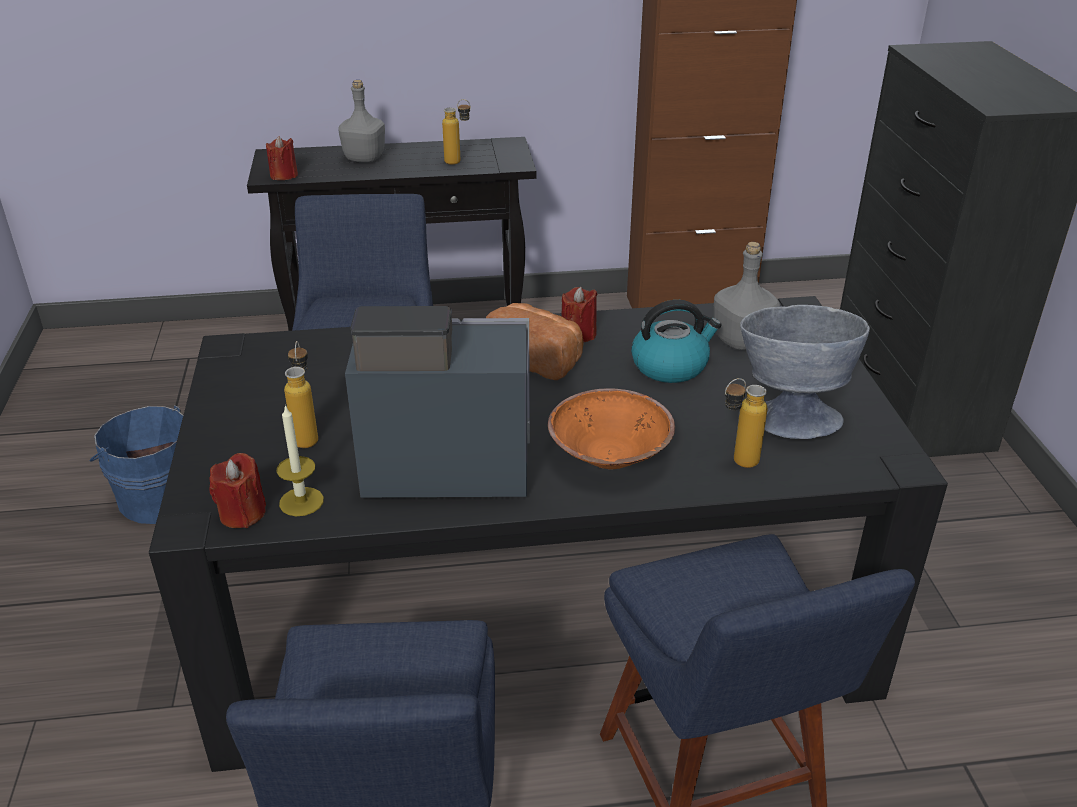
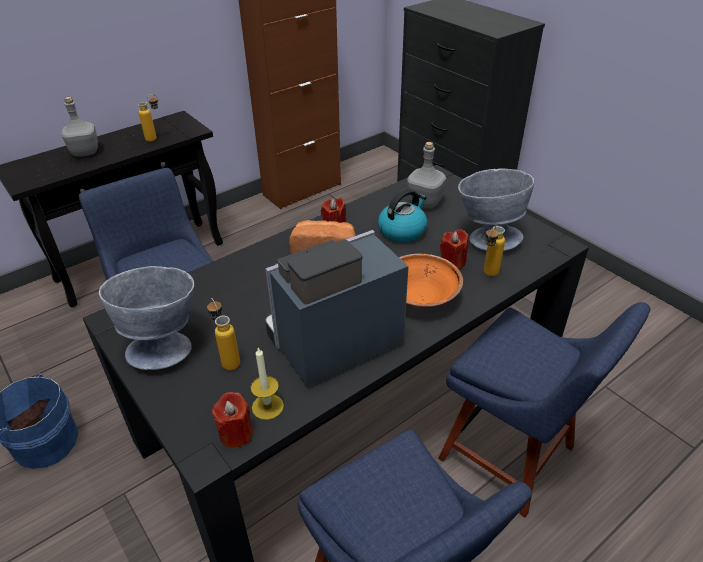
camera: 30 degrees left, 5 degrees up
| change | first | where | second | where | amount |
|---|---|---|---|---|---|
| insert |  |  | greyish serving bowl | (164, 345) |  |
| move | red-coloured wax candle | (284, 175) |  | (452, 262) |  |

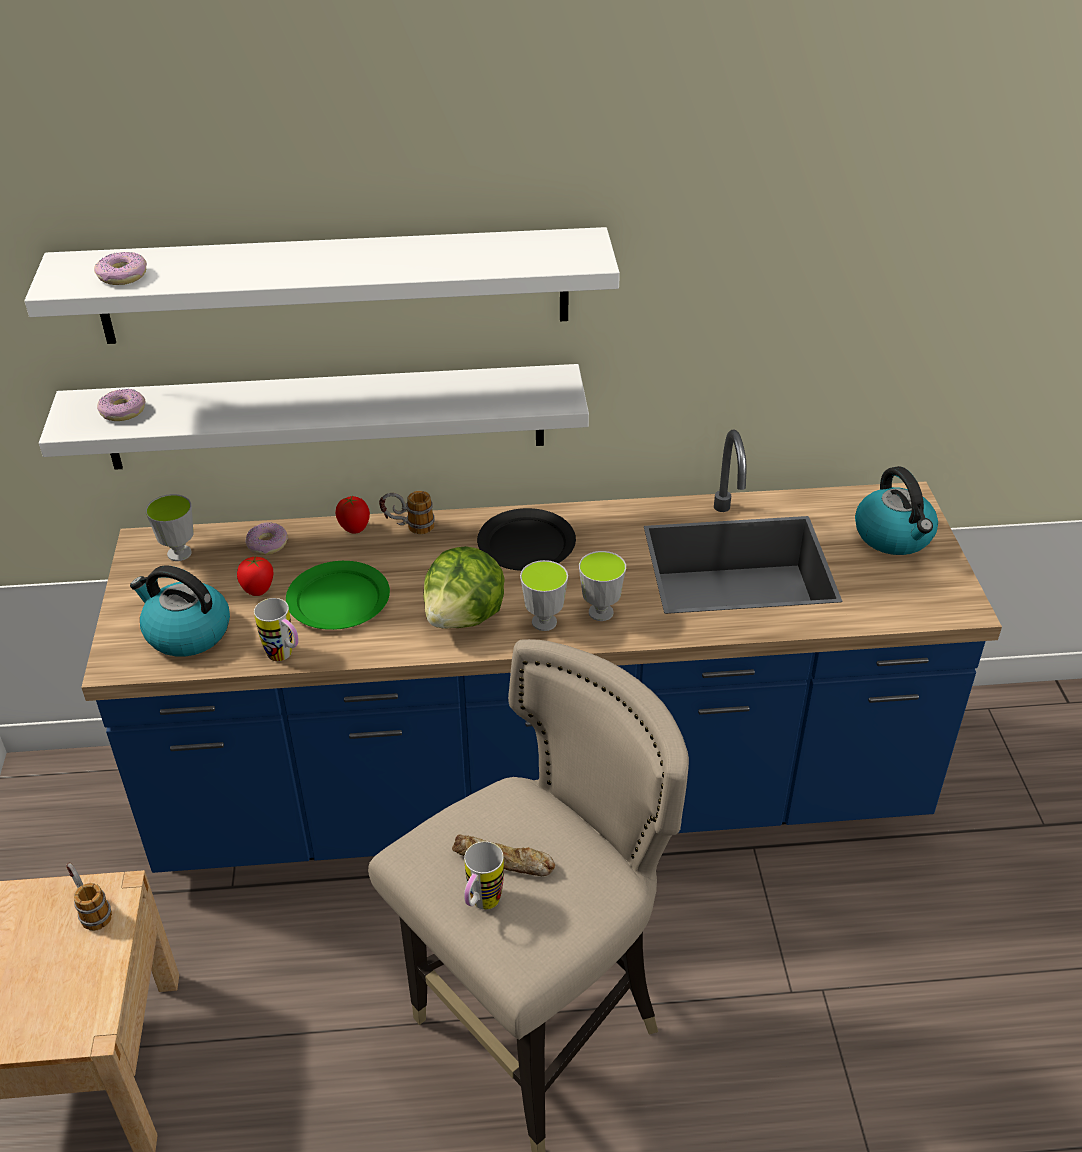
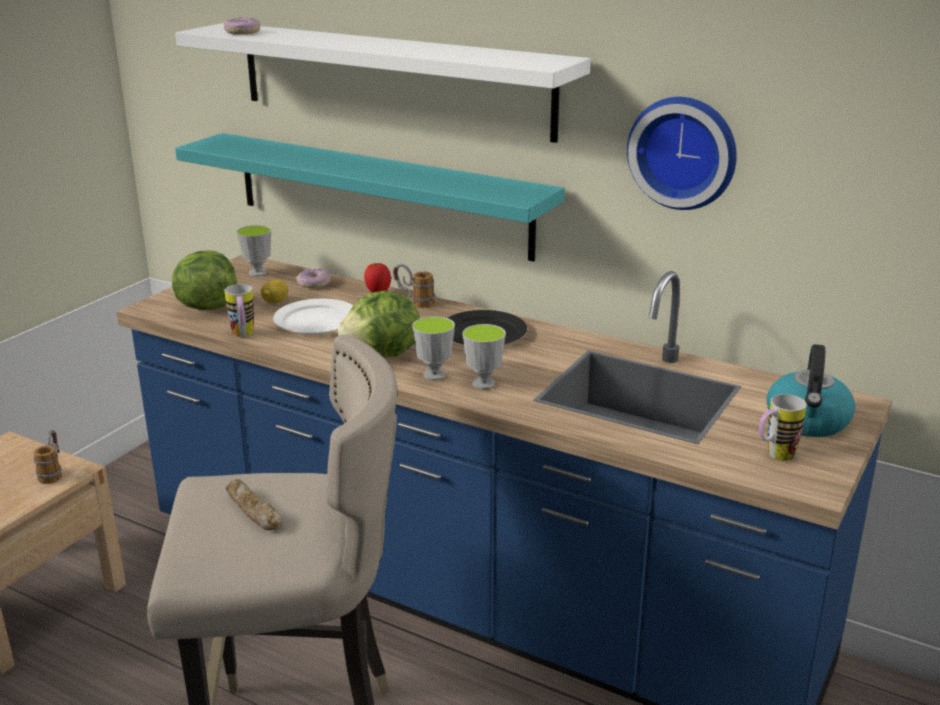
camera: 35 degrees right, 15 degrees down
| change | first | where | second | where | amount |
|---|---|---|---|---|---|
| delete | ring doughnut | (122, 411) |  |  |  |
| insert |  |  | hanging clock | (684, 151) |  |
| move | tea mug | (481, 905) |  | (774, 456) |  |
| replace | kettle | (186, 633) | lettuce head | (206, 307) |  |
| replace | whole tomato | (258, 591) | whole lemon | (275, 302) |  |
| recolor | whitish bracket shelf | (326, 417) | blue-green bracket shelf | (380, 194) |  |
| recolor | green-coloured dinner plate | (339, 600) | whitish dinner plate | (316, 321) |  |

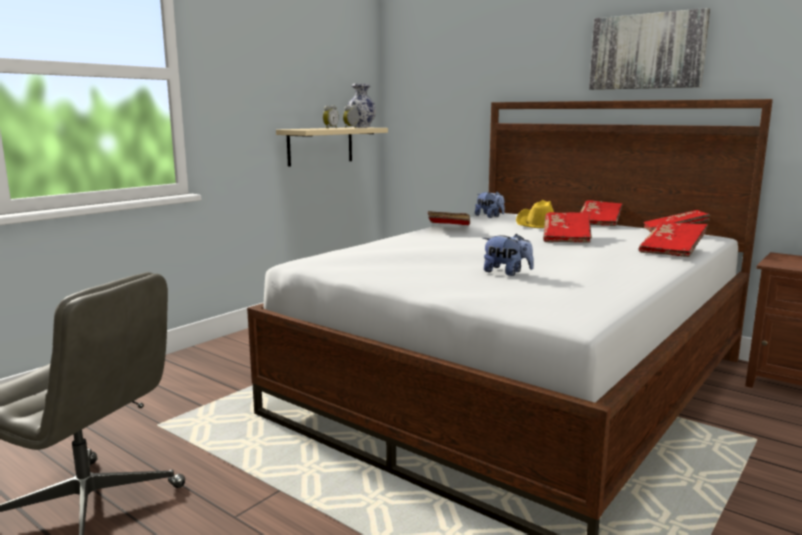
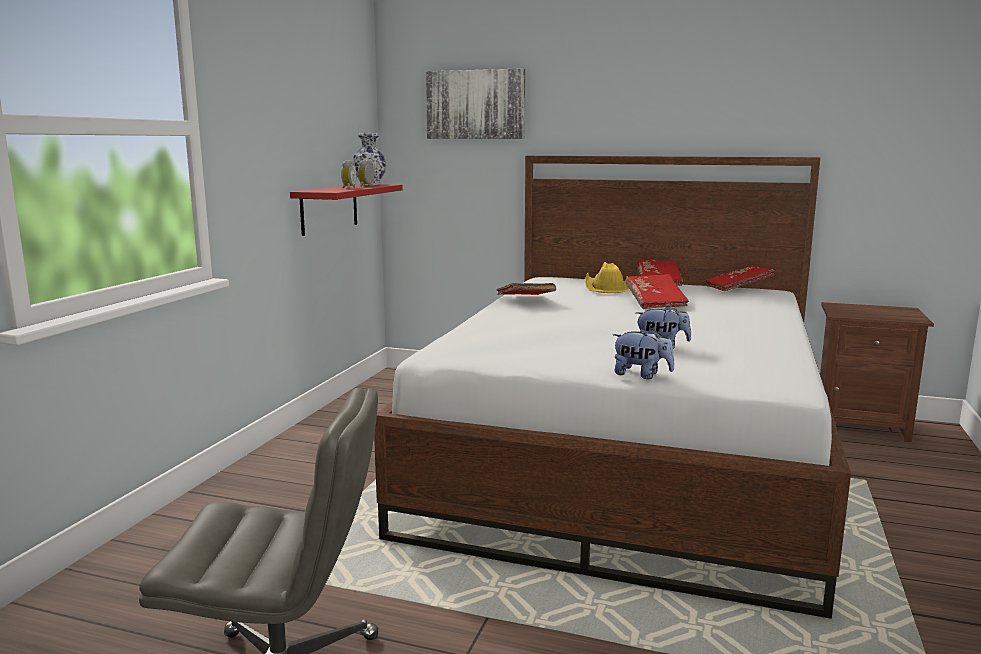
camera: 20 degrees left, 0 degrees up
| change | first | where | second | where | amount |
|---|---|---|---|---|---|
| delete | red-coloured volume | (672, 250) |  |  |  |
| move | plush toy | (489, 216) |  | (641, 375) |  |
| move | wall picture | (647, 51) |  | (475, 104) |  |
| recolor | beige-coloured bracket shelf | (320, 146) | red-coloured bracket shelf | (329, 208) |  |

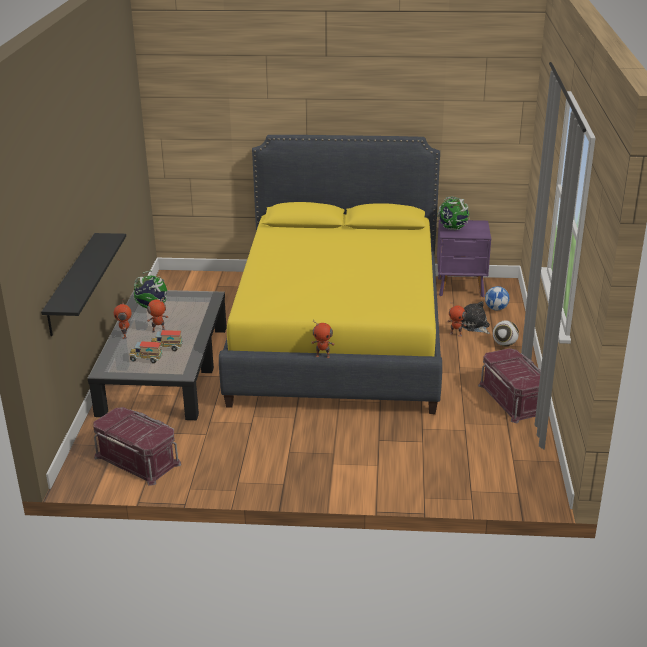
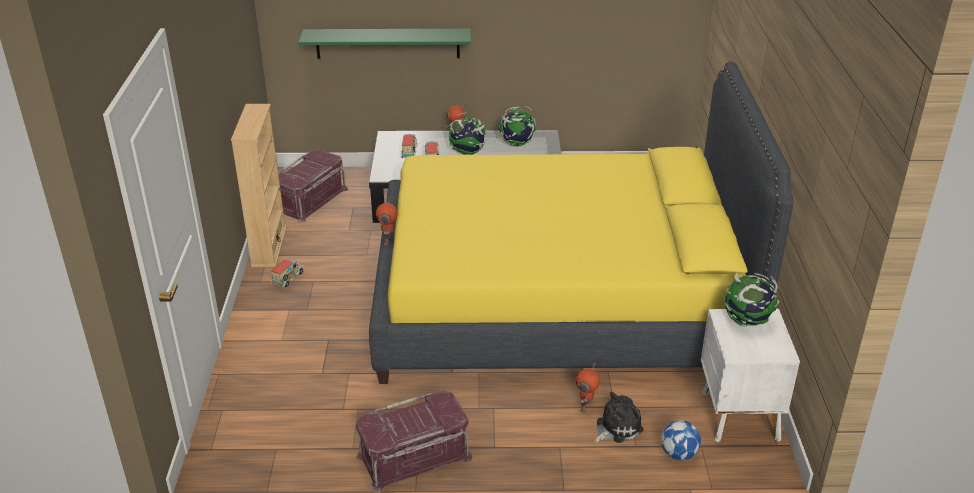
camera: 85 degrees right, 5 degrees up
| change | first | where | second | where | amount |
|---|---|---|---|---|---|
| delete | football ball | (504, 344) |  |  |  |
| insert |  |  | beige-coloured shelving unit | (269, 246) |  |
| insert |  |  | model truck | (288, 279) |  |
| replace | robot figure | (158, 330) | desk globe | (467, 153) |  |
| recolor | black-coloured bracket shelf | (72, 284) | green-coloured bracket shelf | (387, 43) |  |
| recolor | purple bedside table | (461, 288) | whitish bedside table | (738, 416) |  |

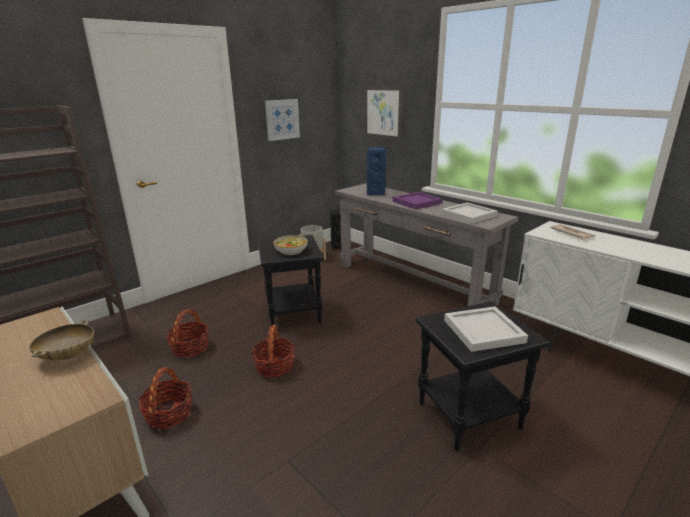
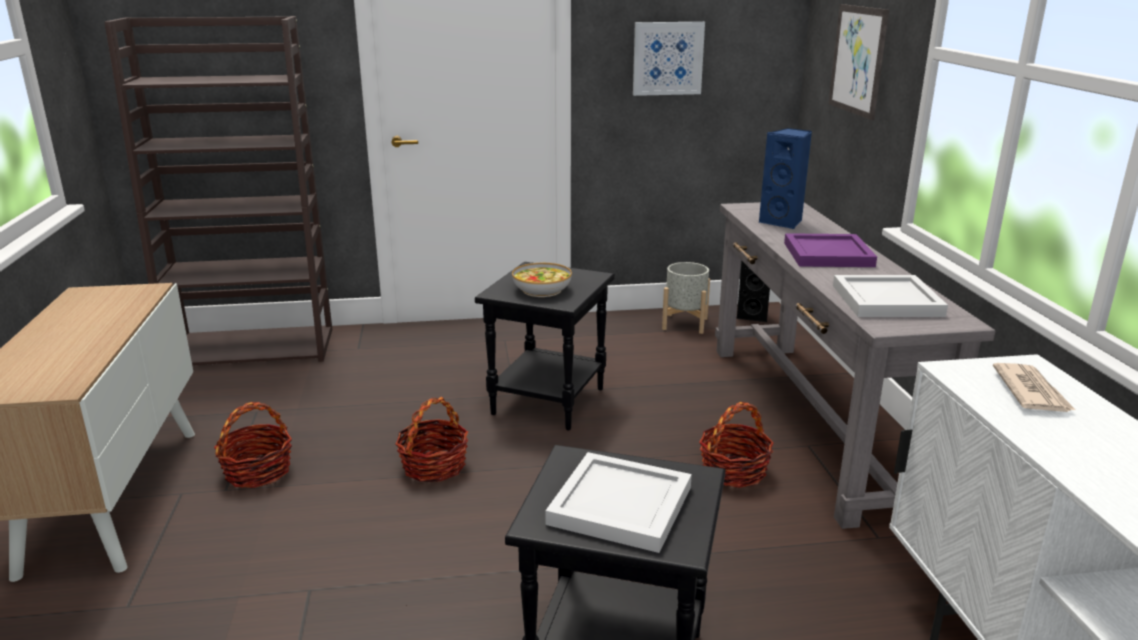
camera: 35 degrees right, 0 degrees up
| change | first | where | second | where | amount |
|---|---|---|---|---|---|
| delete | beige-coloured serving bowl | (67, 355) |  |  |  |
| move | household basket | (190, 348) |  | (733, 471) |  |

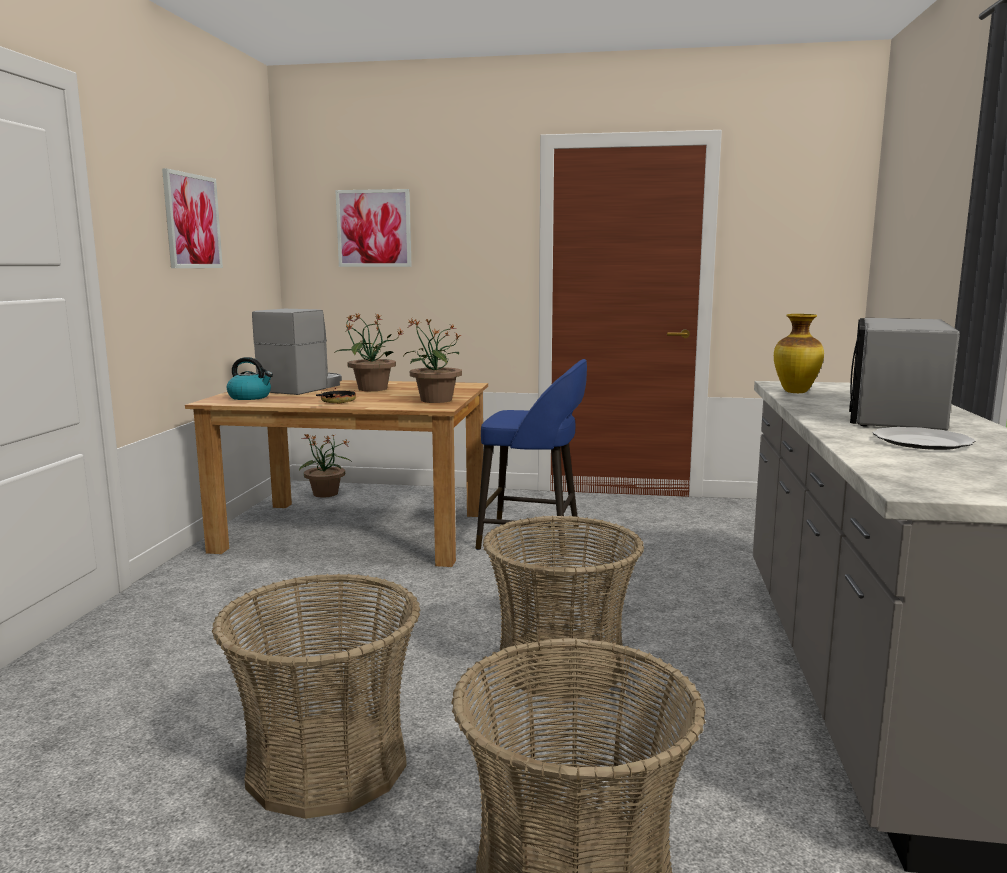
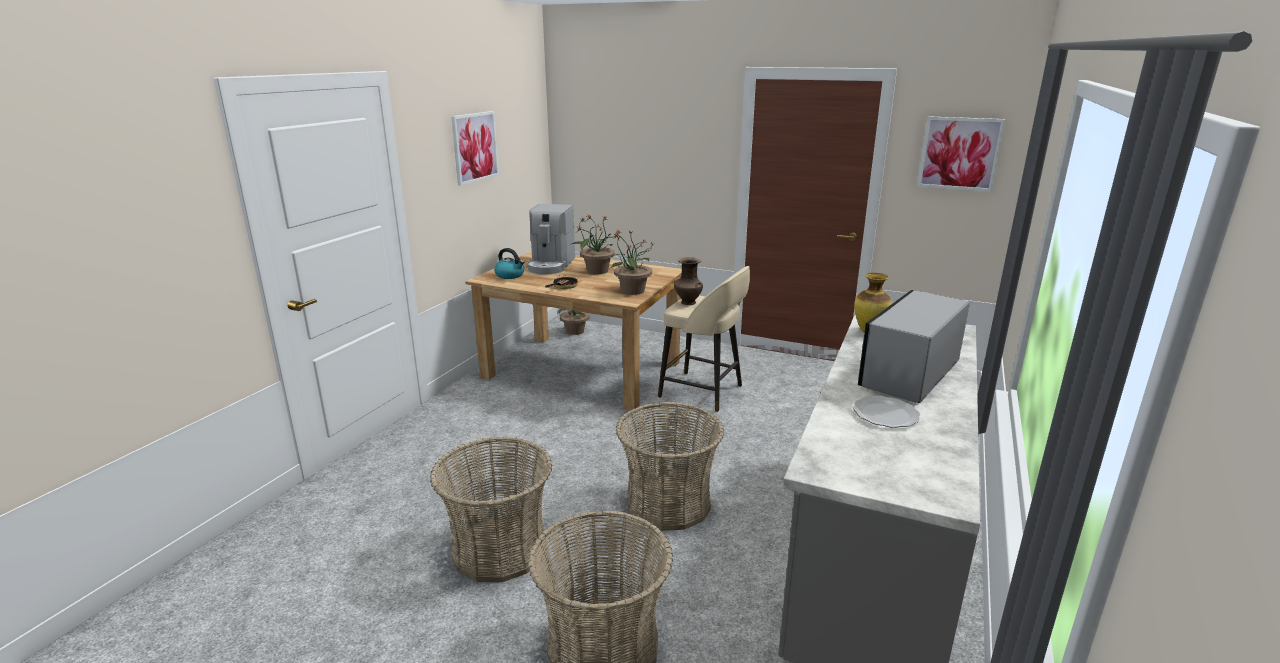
camera: 15 degrees right, 10 degrees up
| change | first | where | second | where | amount |
|---|---|---|---|---|---|
| insert |  |  | brown-coloured decorative vase | (687, 302) |  |
| move | wall picture | (374, 228) |  | (959, 153) |  |
| recolor | bluish stool seat | (533, 539) | beige-coloured stool seat | (703, 392) |  |
| rotate | coffee brewer | (303, 387) |  | (551, 265) | 150 degrees clockwise |

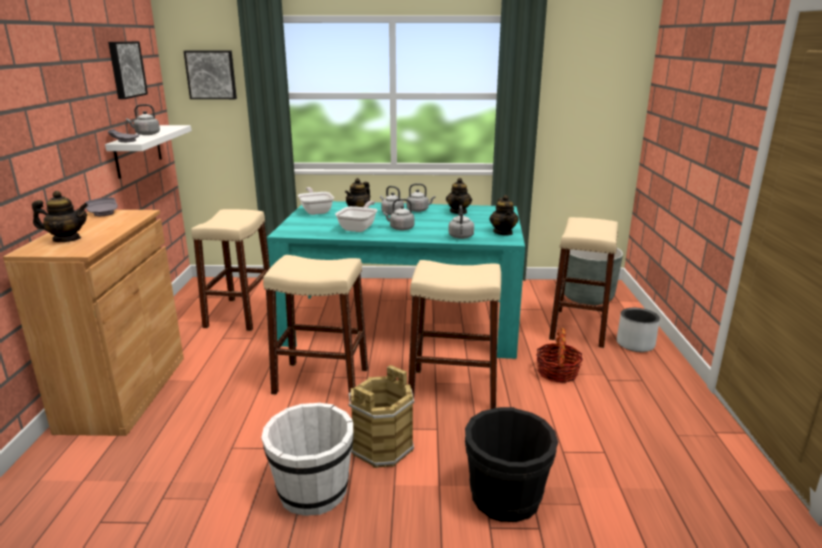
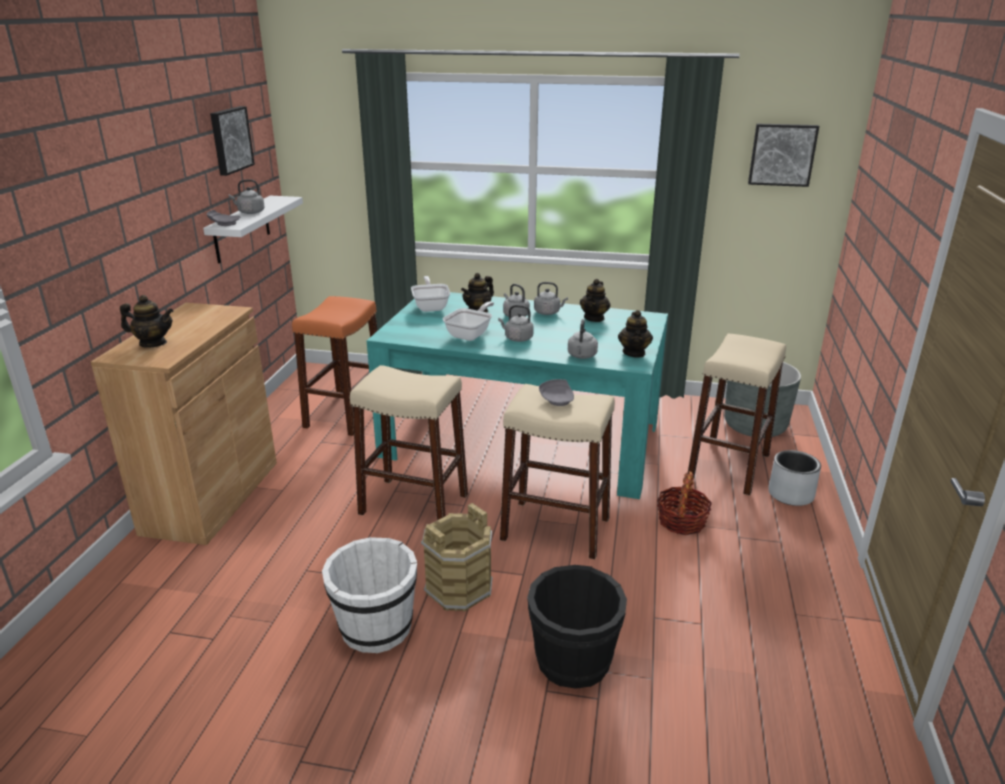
camera: 10 degrees right, 5 degrees up
| change | first | where | second | where | amount |
|---|---|---|---|---|---|
| move | greyish dinner plate | (104, 213) |  | (558, 400) |  |
| move | wall picture | (211, 75) |  | (782, 154) |  |
| recolor | beige-coloured stool seat | (240, 314) | orange-coloured stool seat | (345, 414) |  |

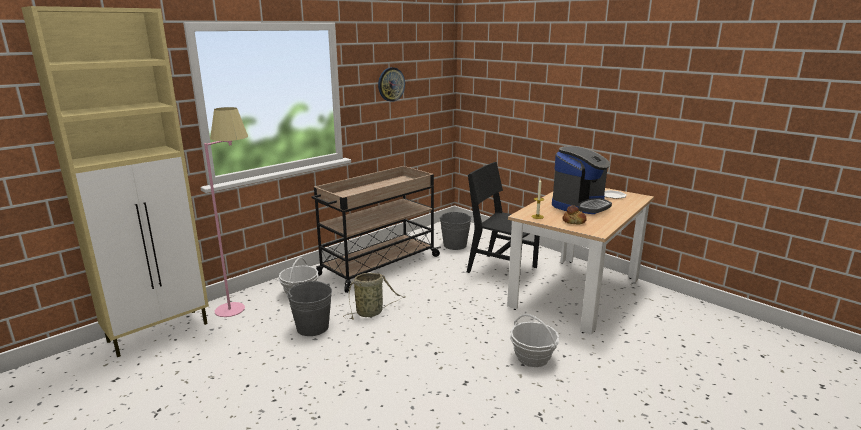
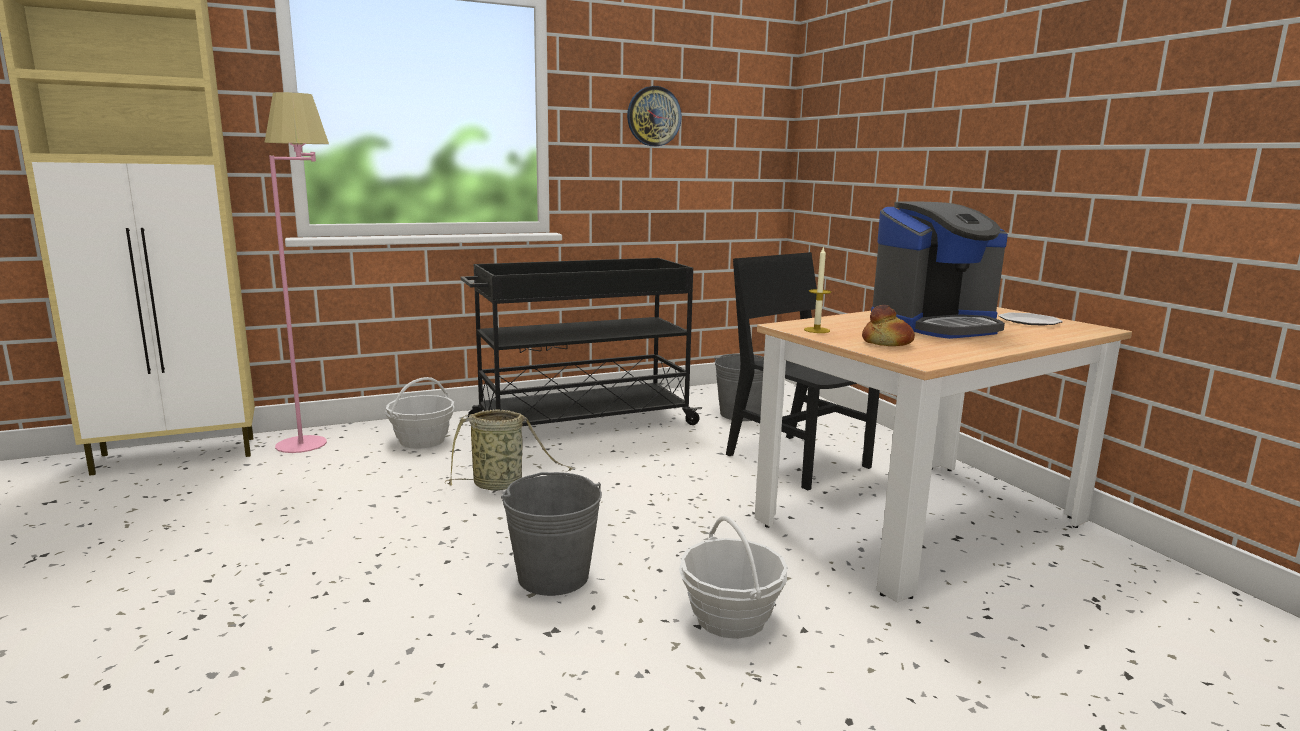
camera: 20 degrees right, 5 degrees down
| change | first | where | second | where | amount |
|---|---|---|---|---|---|
| move | greyish water bucket | (312, 327) |  | (553, 576) |  |
| recolor | beige-coloured cart | (378, 266) | black-coloured cart | (581, 423) |  |

